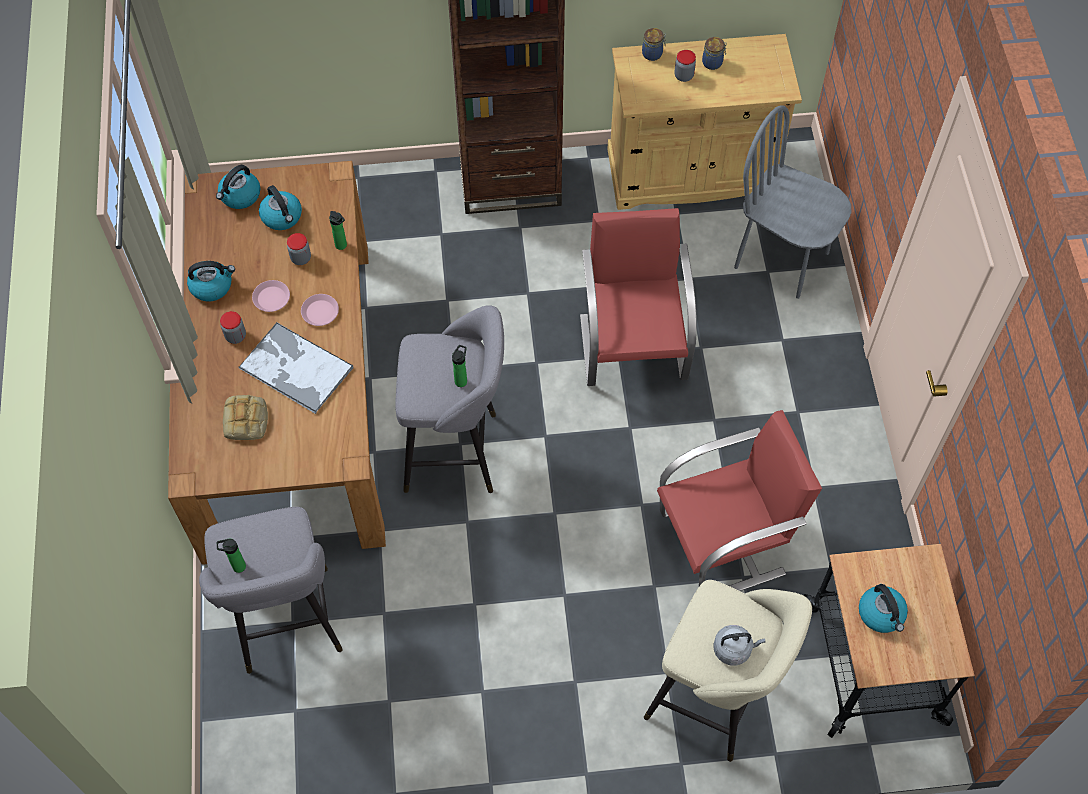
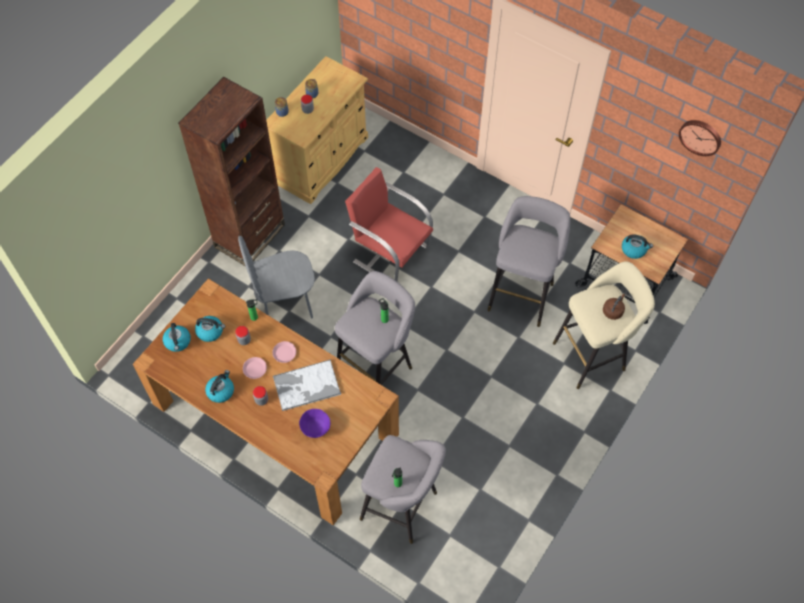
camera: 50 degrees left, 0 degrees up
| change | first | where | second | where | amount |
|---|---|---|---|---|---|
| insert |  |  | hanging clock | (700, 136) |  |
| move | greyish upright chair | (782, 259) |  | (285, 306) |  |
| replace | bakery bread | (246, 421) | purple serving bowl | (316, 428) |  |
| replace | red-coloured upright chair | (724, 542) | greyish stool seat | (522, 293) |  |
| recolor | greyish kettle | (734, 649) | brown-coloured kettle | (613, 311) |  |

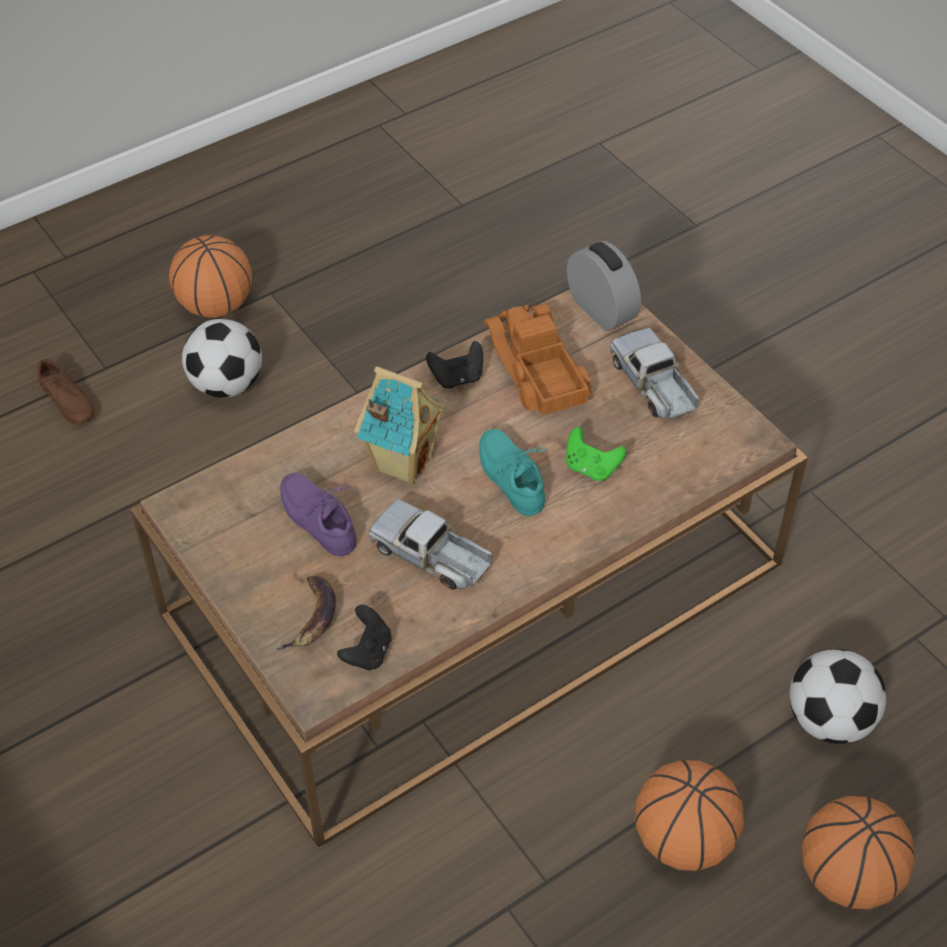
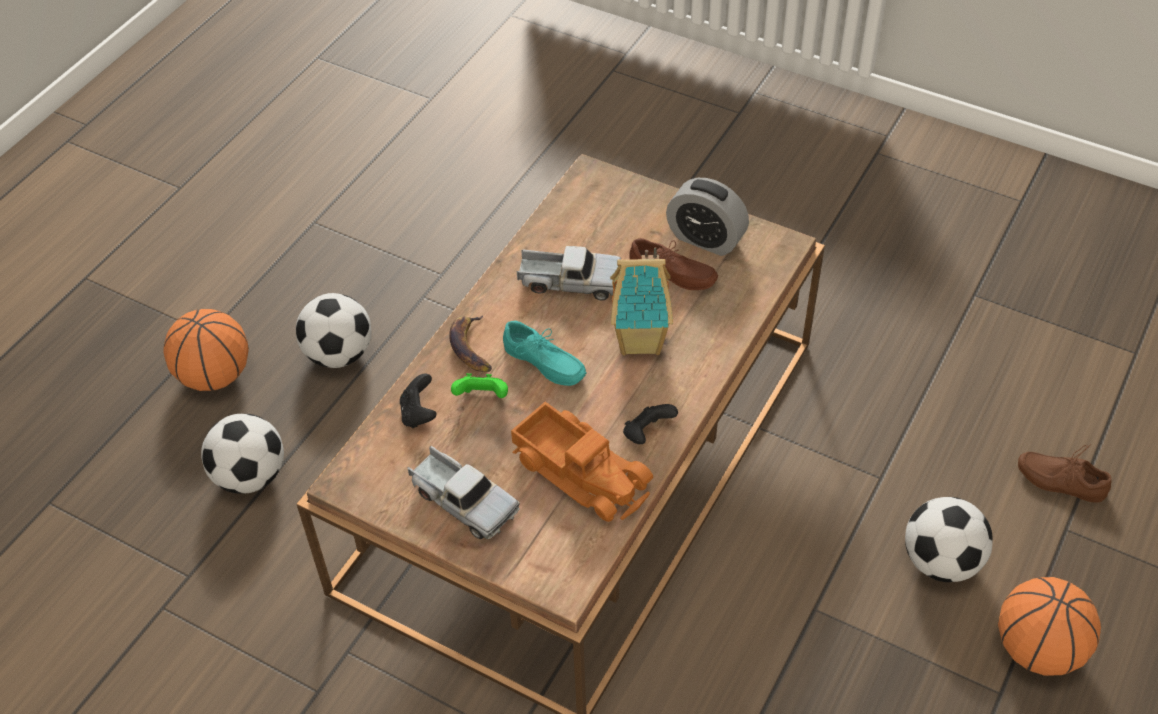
camera: 155 degrees right, 0 degrees up
| change | first | where | second | where | amount |
|---|---|---|---|---|---|
| move | banana | (312, 618) |  | (470, 347) |  |
| move | black-coloured joypad | (367, 652) |  | (419, 414) |  |
| move | alarm clock | (601, 310) |  | (705, 239) |  |
| replace | basketball ball | (683, 839) | football ball | (339, 354) |  |
| recolor | purple shoe | (321, 518) | brown-coloured shoe | (671, 276) |  |

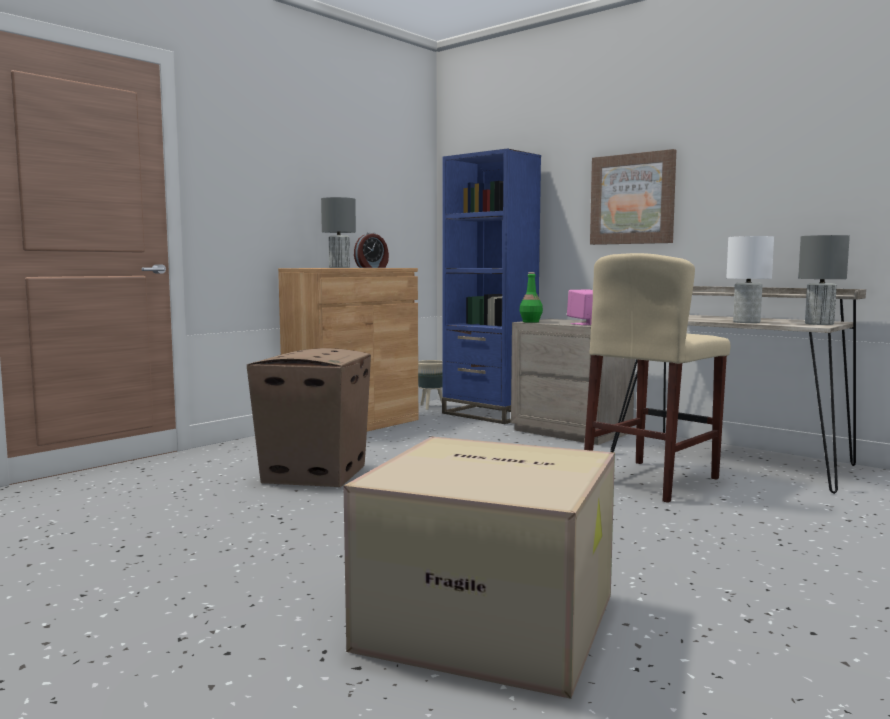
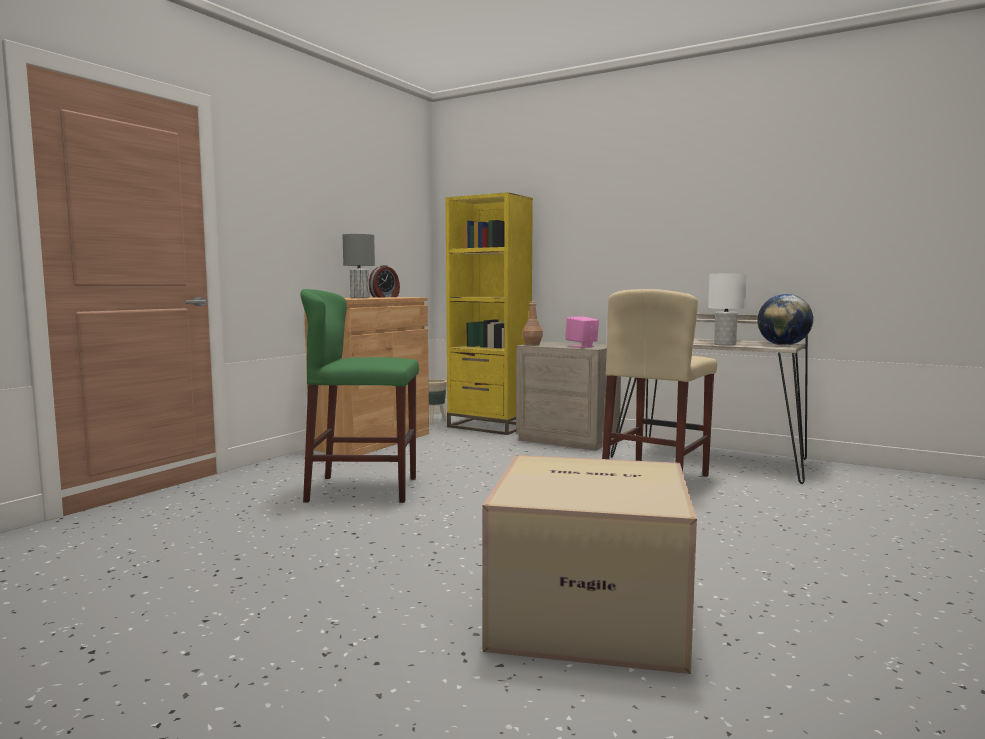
camera: 10 degrees left, 0 degrees up
| change | first | where | second | where | amount |
|---|---|---|---|---|---|
| delete | wall picture | (632, 199) |  |  |  |
| replace | packing box | (315, 474) | green-coloured stool seat | (363, 489) |  |
| replace | greyish tabletop lamp | (820, 324) | desk globe | (783, 345) |  |
| recolor | bluish shelving unit | (489, 414) | yellow shelving unit | (489, 426) |  |
| recolor | green-coloured bottle | (530, 322) | brown-coloured bottle | (532, 345) |  |

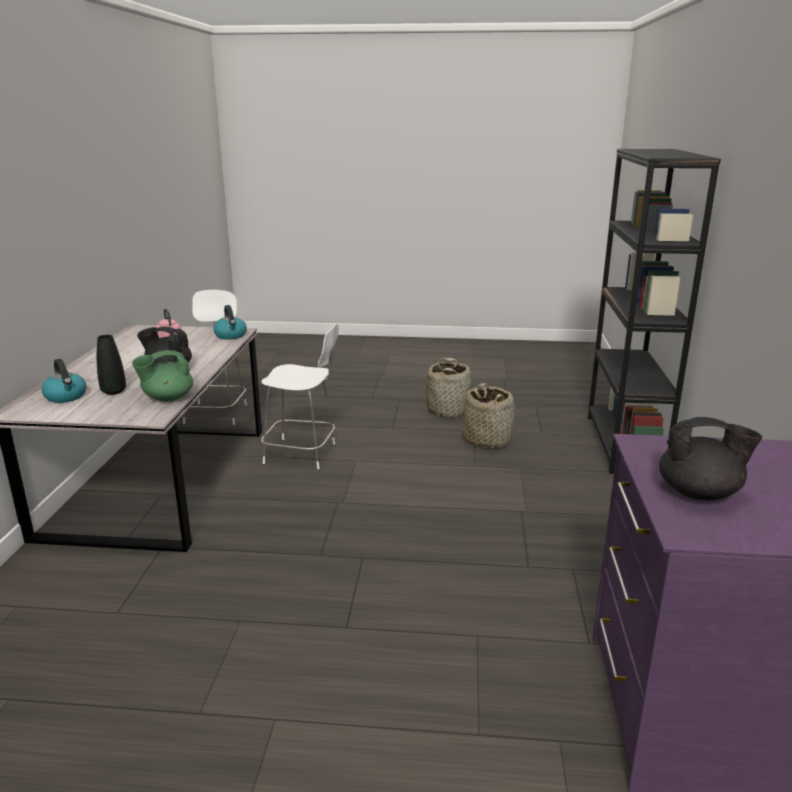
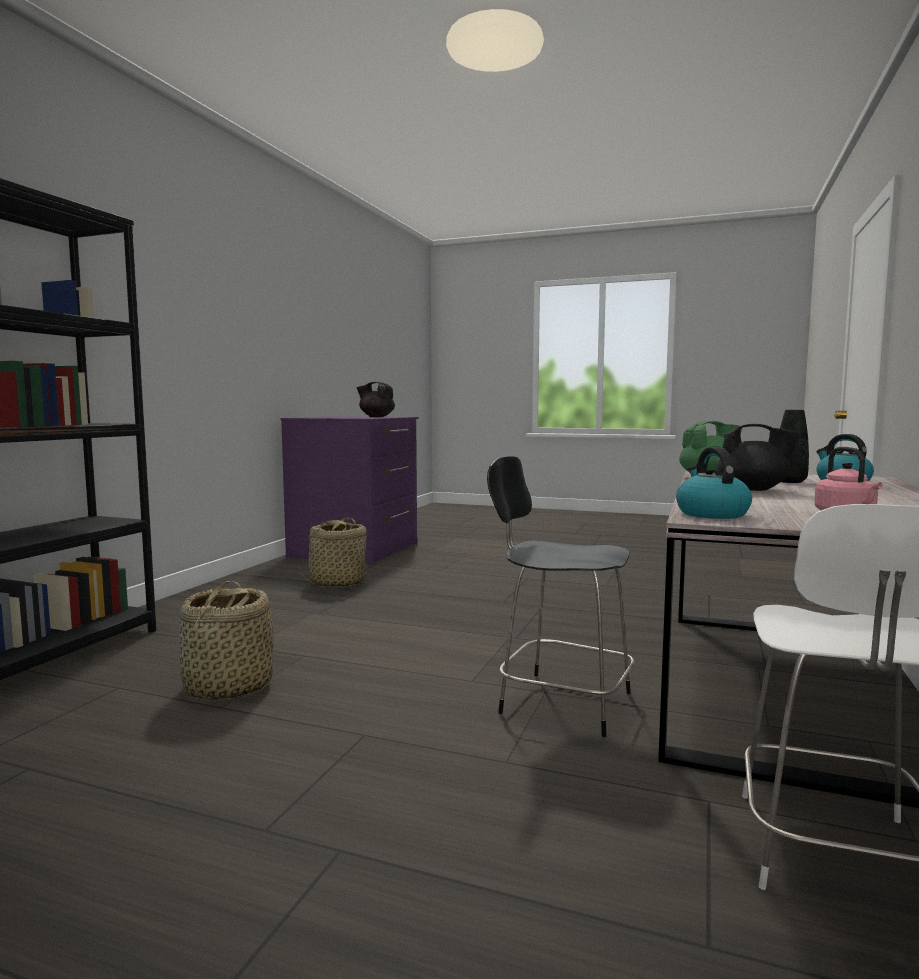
camera: 165 degrees left, 15 degrees down
| change | first | where | second | where | amount |
|---|---|---|---|---|---|
| move | household basket | (448, 410) |  | (336, 583) |  |
| recolor | whitish stool seat | (303, 453) | black-coloured stool seat | (561, 701) |  |

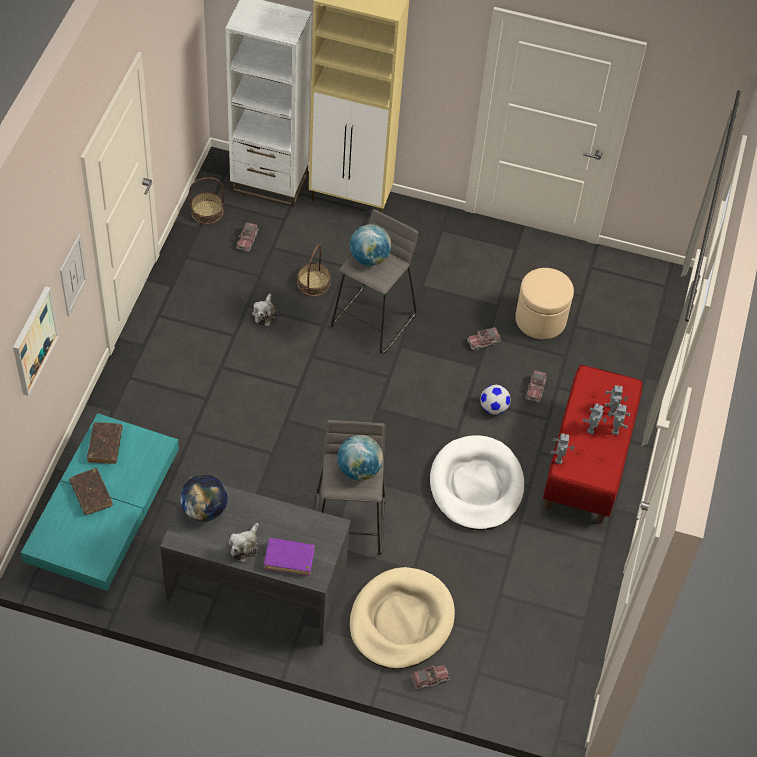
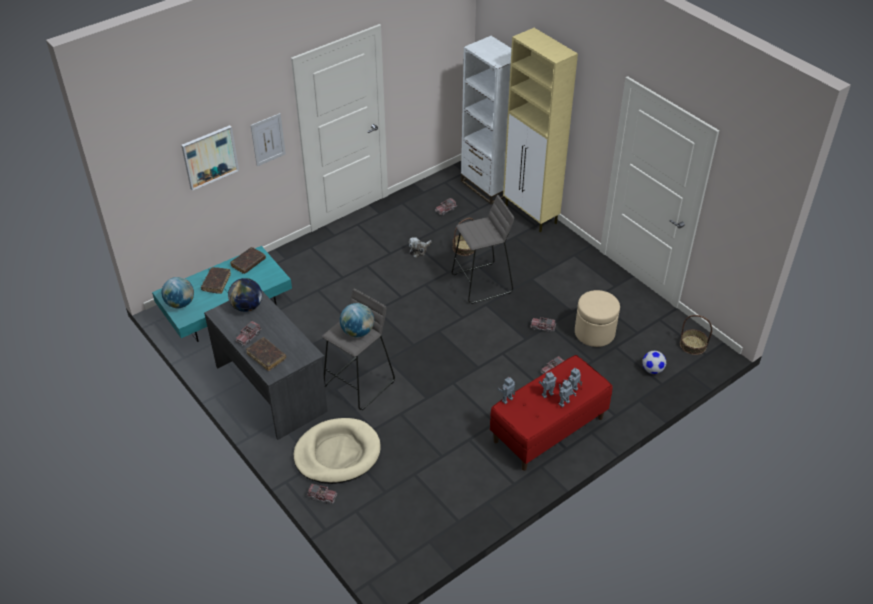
camera: 40 degrees right, 10 degrees down
| change | first | where | second | where | amount |
|---|---|---|---|---|---|
| delete | whitish pet bed | (476, 486) |  |  |  |
| move | household basket | (207, 211) |  | (693, 345) |  |
| move | desk globe | (369, 258) |  | (180, 304) |  |
| move | football ball | (493, 408) |  | (652, 370) |  |
| replace | plush toy | (245, 546) | model truck | (249, 337) |  |
| recolor | purple volume | (289, 559) | brown-coloured volume | (266, 356) |  |

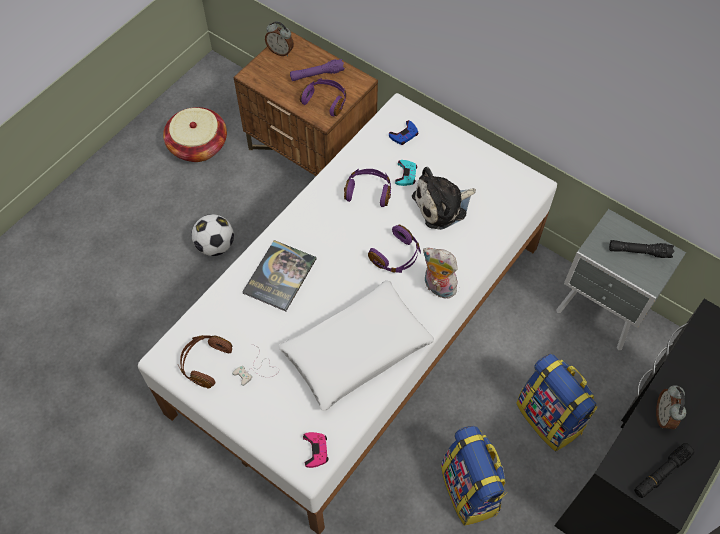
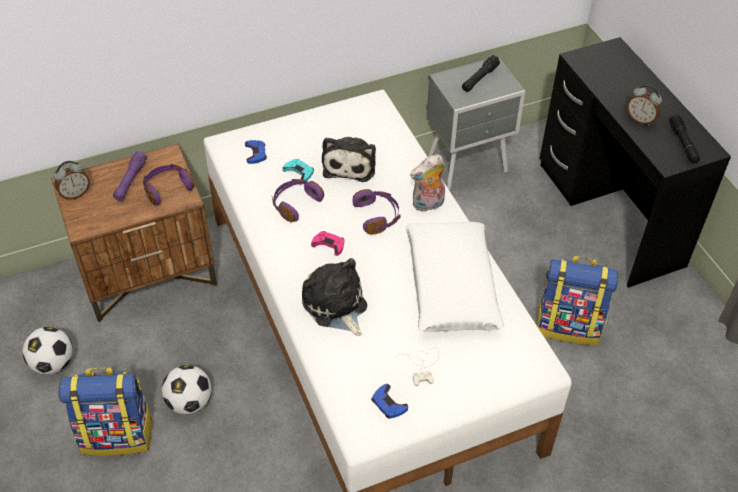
camera: 60 degrees left, 10 degrees down
| change | first | where | second | where | amount |
|---|---|---|---|---|---|
| move | pinkish joypad | (315, 450) |  | (329, 244) |  |
| move | knapsack | (550, 417) |  | (118, 434) |  |
| replace | household basket | (198, 145) | football ball | (53, 363) |  |
| replace | brown-coloured pair of headphones | (204, 363) | bluish joypad | (388, 404) |  |
| replace | volume | (280, 276) | plush toy | (335, 306) |  |

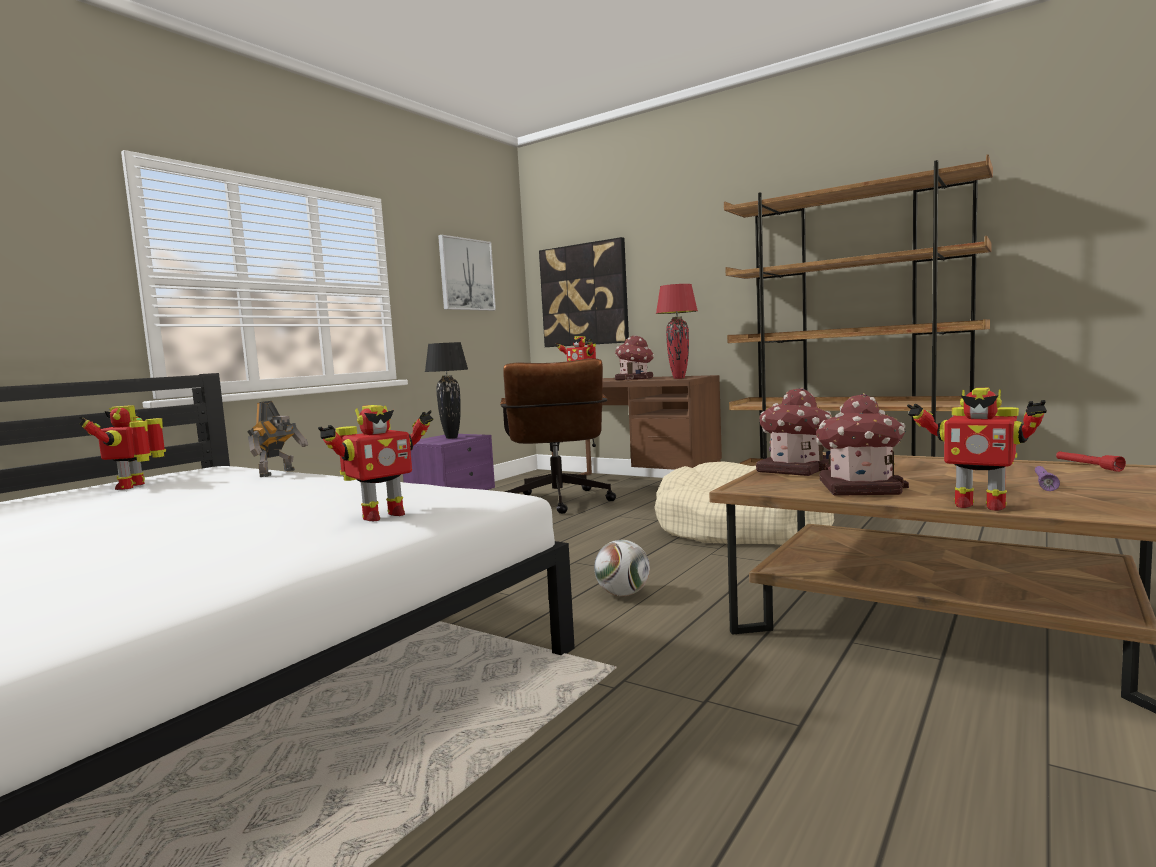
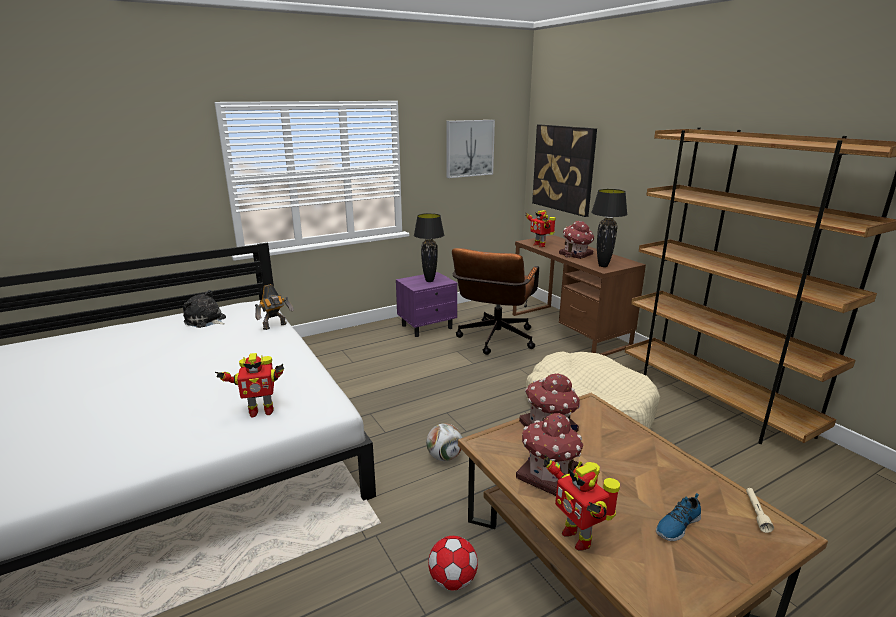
camera: 25 degrees right, 15 degrees up
| change | first | where | second | where | amount |
|---|---|---|---|---|---|
| insert |  |  | football ball | (452, 580) |  |
| replace | robot figure | (134, 486) | plush toy | (206, 321) |  |
| replace | purple flashlight | (1044, 484) | shoe | (677, 525) |  |
| recolor | red-coloured tabletop lamp | (679, 378) | black-coloured tabletop lamp | (603, 266) |  |
| recolor | red-coloured flashlight | (1087, 466) | beige-coloured flashlight | (756, 513) |  |

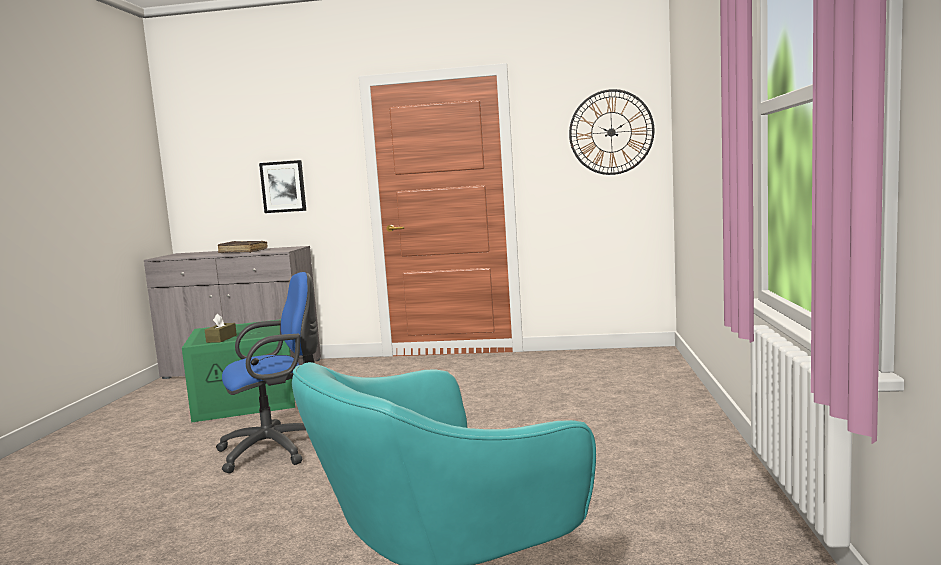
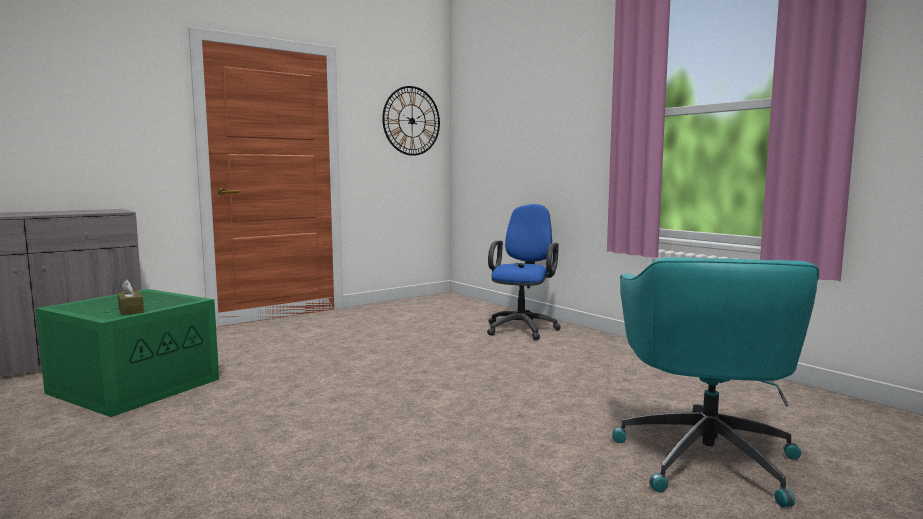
camera: 45 degrees left, 0 degrees up
| change | first | where | second | where | amount |
|---|---|---|---|---|---|
| delete | brown-coloured volume | (243, 251) |  |  |  |
| delete | wall picture | (283, 186) |  |  |  |
| move | bluish office chair | (277, 449) |  | (522, 328) |  |

